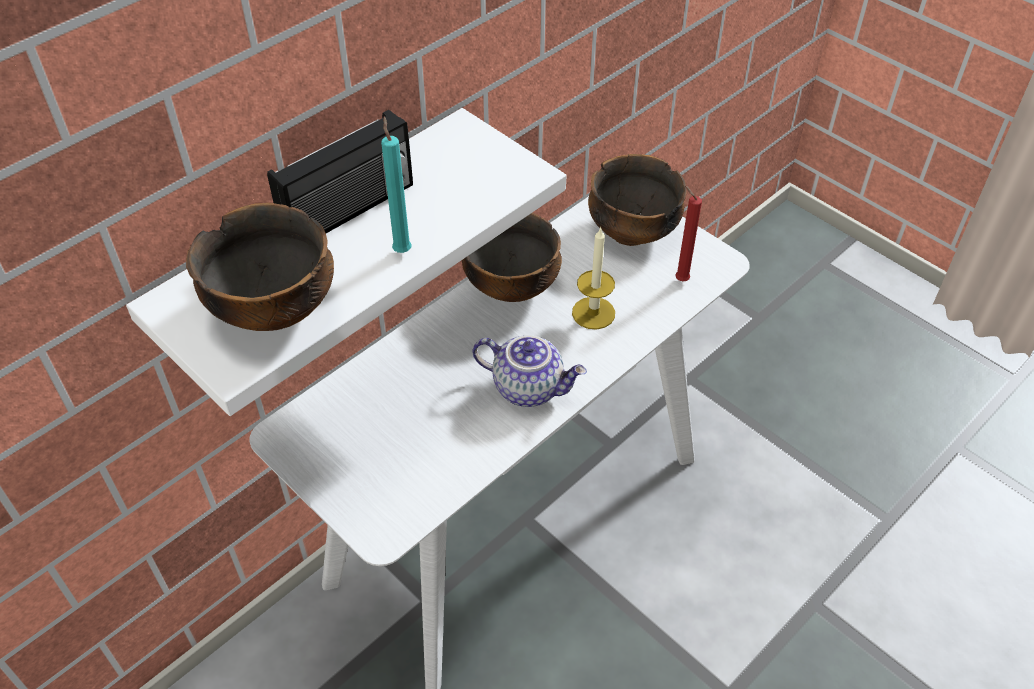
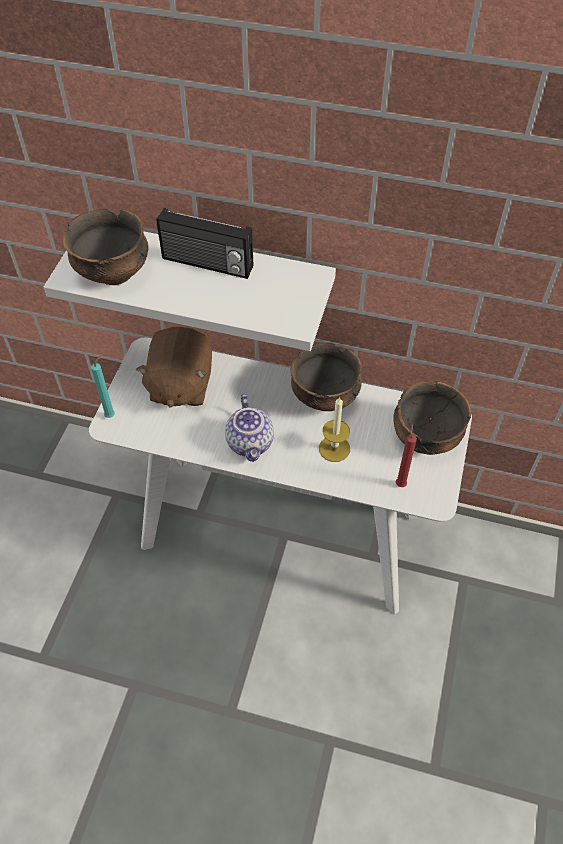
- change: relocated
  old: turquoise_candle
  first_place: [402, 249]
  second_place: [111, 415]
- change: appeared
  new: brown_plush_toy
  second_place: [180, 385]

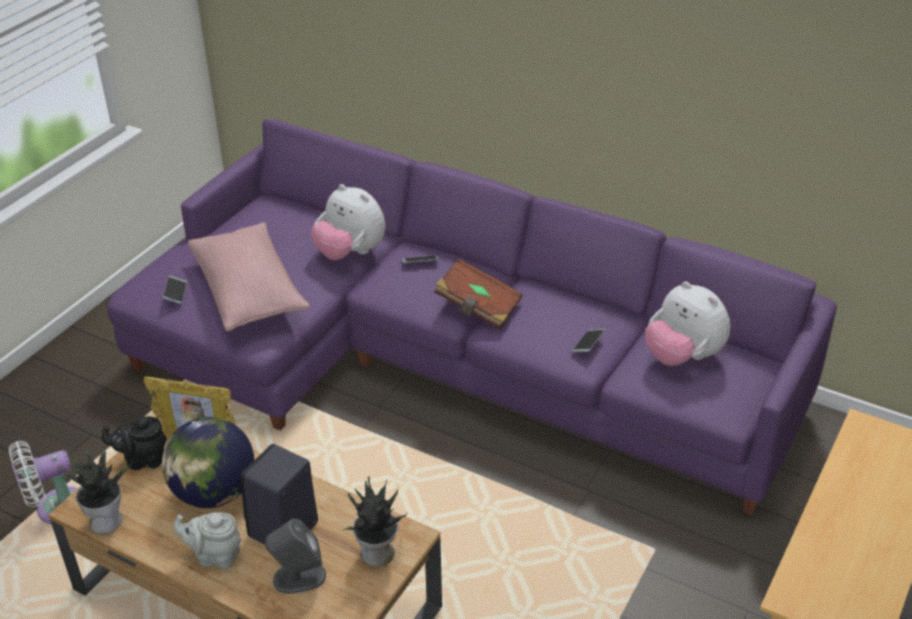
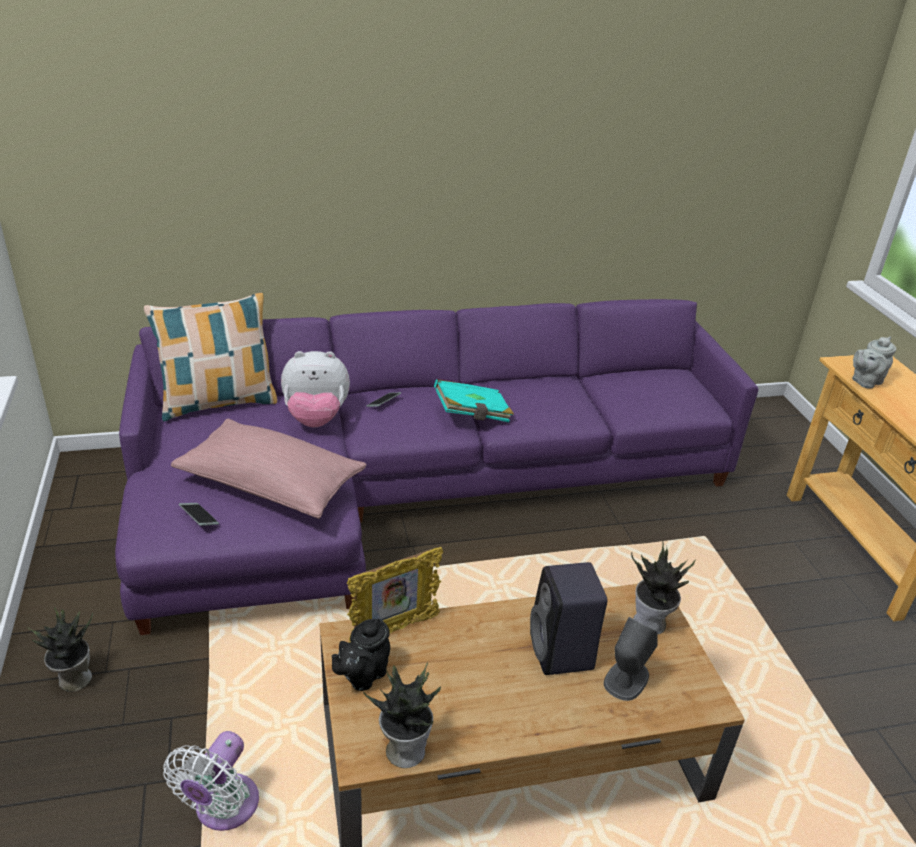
- change: colour
  old: brown_book
  new: turquoise_book
  first_place: [478, 307]
  second_place: [472, 414]
- change: missing
  old: plush_toy
  first_place: [683, 356]
- change: missing
  old: phone
  first_place: [588, 344]
- change: missing
  old: globe
  first_place: [213, 493]
- change: relocated
  old: grey_teapot
  first_place: [215, 556]
  second_place: [865, 381]
- change: appeared
  new: pillow
  second_place: [218, 403]
- change: appeared
  new: potted_plant
  second_place: [73, 679]

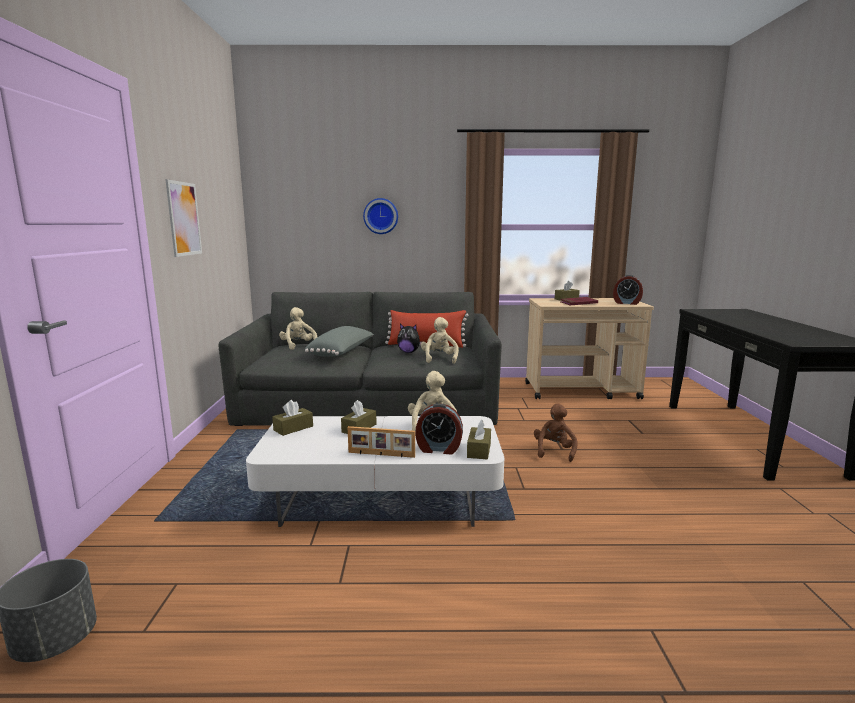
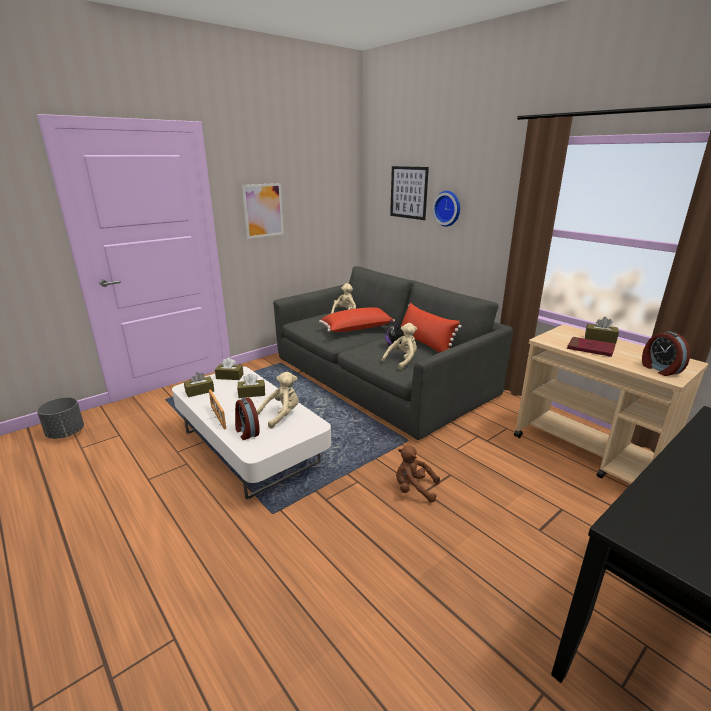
- change: colour
  old: grey_pillow
  new: red_pillow
  first_place: [342, 352]
  second_place: [357, 329]
- change: spun
  old: brown_plush_toy
  first_place: [554, 451]
  second_place: [414, 489]
  degrees: -135
- change: relocated
  old: brown_tissue_box
  first_place: [479, 450]
  second_place: [200, 391]
- change: appeared
  new: picture
  second_place: [408, 192]

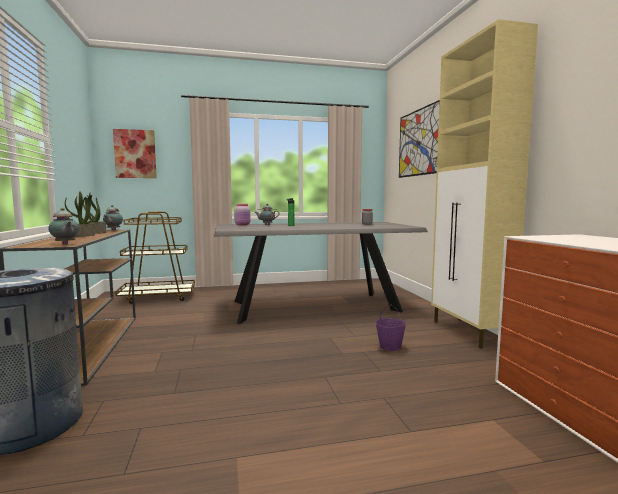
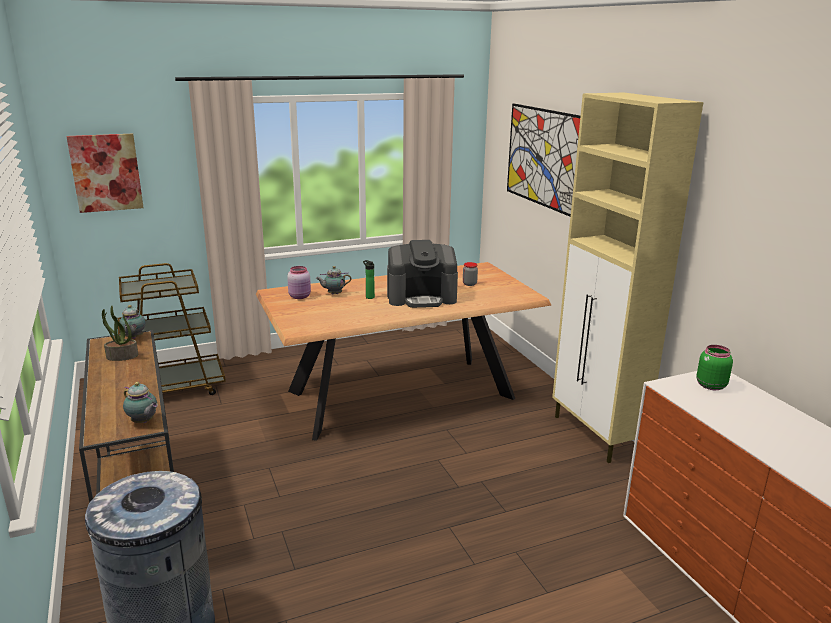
- change: missing
  old: potted_plant
  first_place: [83, 235]
- change: colour
  old: grey_dining_table
  new: brown_dining_table
  first_place: [314, 306]
  second_place: [401, 395]
- change: missing
  old: purple_bucket
  first_place: [390, 347]
- change: appeared
  new: coffee_machine
  second_place: [422, 297]
- change: appeared
  new: green_jar
  second_place: [710, 385]

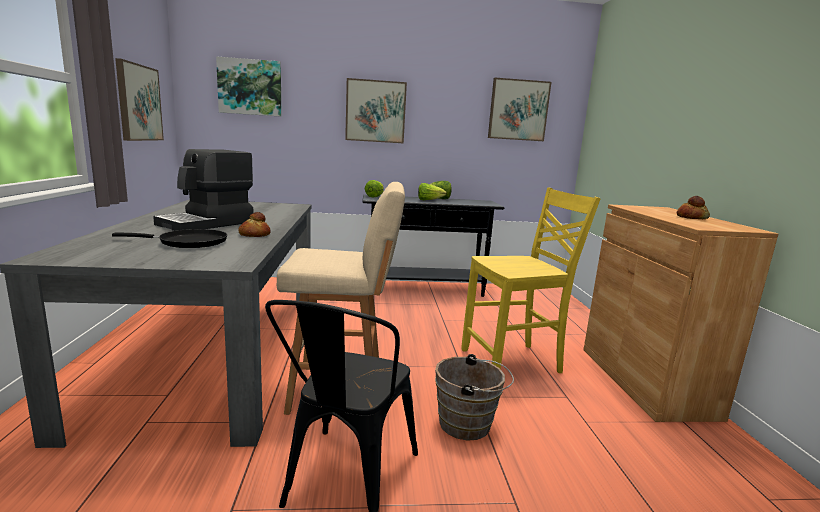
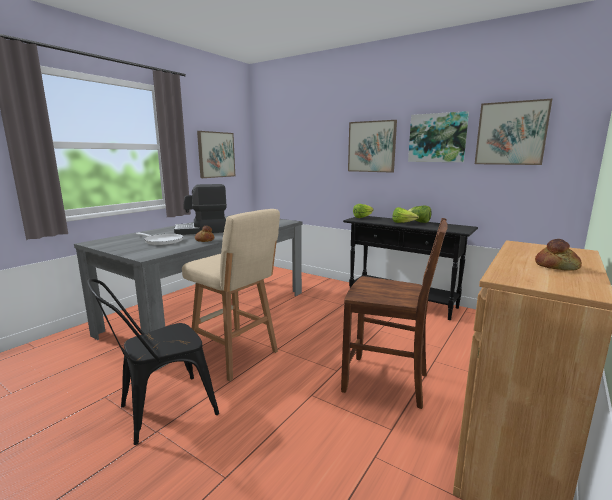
- change: relocated
  old: picture
  first_place: [250, 87]
  second_place: [437, 138]
- change: colour
  old: yellow_chair
  new: brown_chair
  first_place: [513, 362]
  second_place: [387, 382]
- change: colour
  old: black_frying_pan
  new: white_frying_pan
  first_place: [188, 242]
  second_place: [162, 241]
- change: missing
  old: brown_bucket
  first_place: [469, 425]

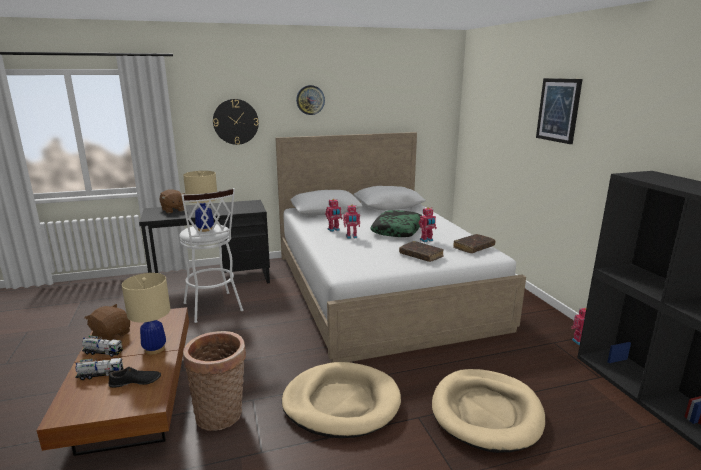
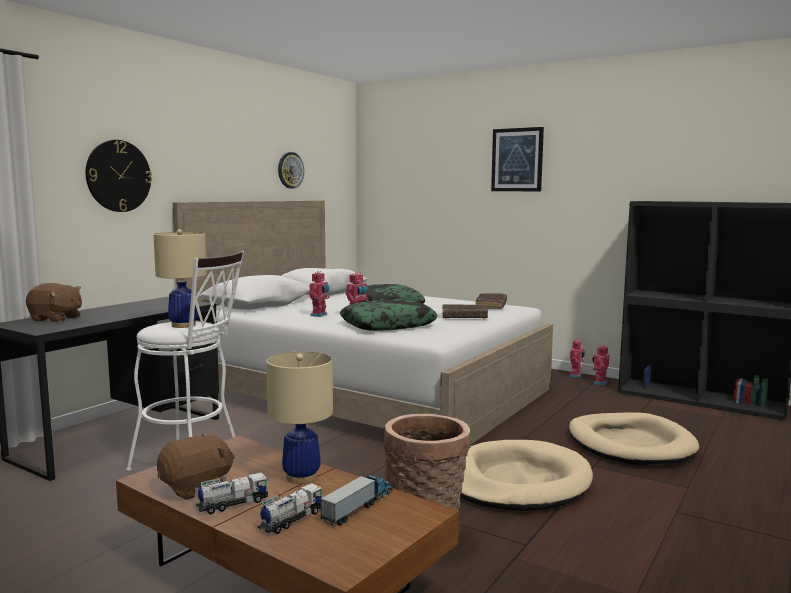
- change: relocated
  old: wall_clock
  first_place: [310, 100]
  second_place: [290, 170]
- change: relocated
  old: toy_robot
  first_place: [426, 240]
  second_place: [576, 376]
- change: spun
  old: brown_plush_toy
  first_place: [111, 335]
  second_place: [196, 487]
  degrees: 150
- change: exchanged
  old: black_shoe
  new: toy_truck
  first_place: [135, 382]
  second_place: [358, 507]
- change: appeared
  new: pillow
  second_place: [388, 325]

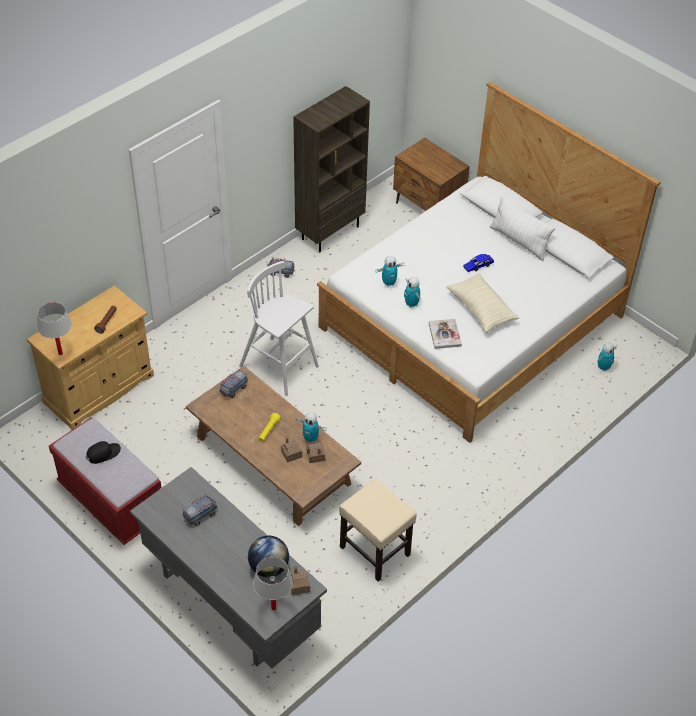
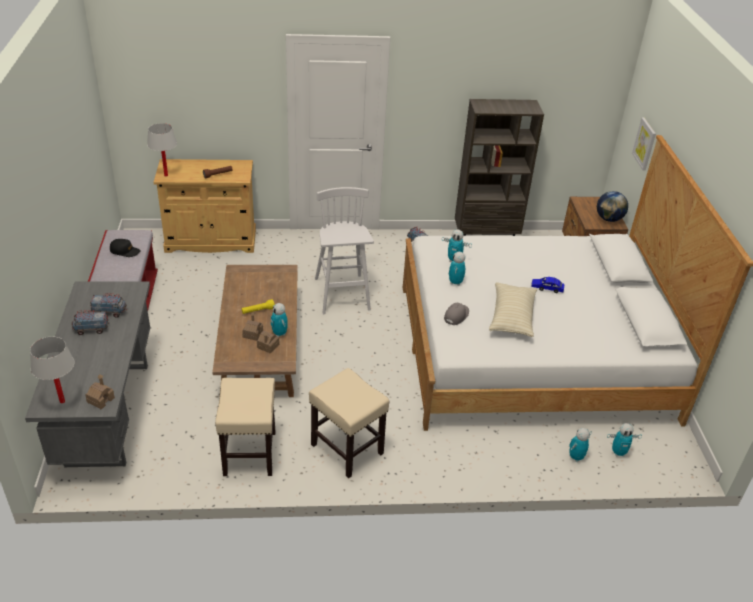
- change: missing
  old: white_pillow
  first_place: [519, 241]
- change: exchanged
  old: book
  new: grey_cap
  first_place: [444, 334]
  second_place: [456, 316]
- change: relocated
  old: toy_truck
  first_place: [233, 389]
  second_place: [91, 329]
- change: relocated
  old: globe
  first_place: [269, 567]
  second_place: [609, 219]
- change: appeared
  new: picture
  second_place: [644, 143]
- change: appeared
  new: beige_stool
  second_place: [346, 449]
- change: appeared
  new: toy_robot
  second_place: [575, 457]

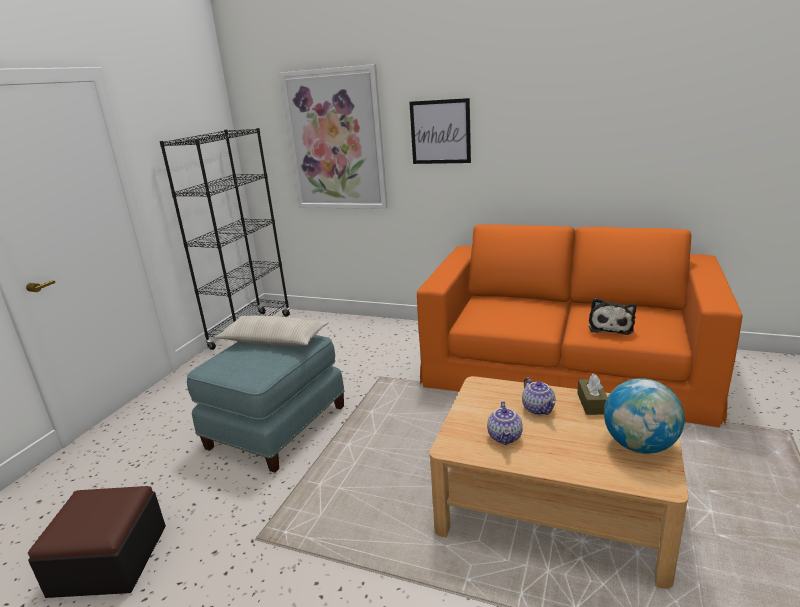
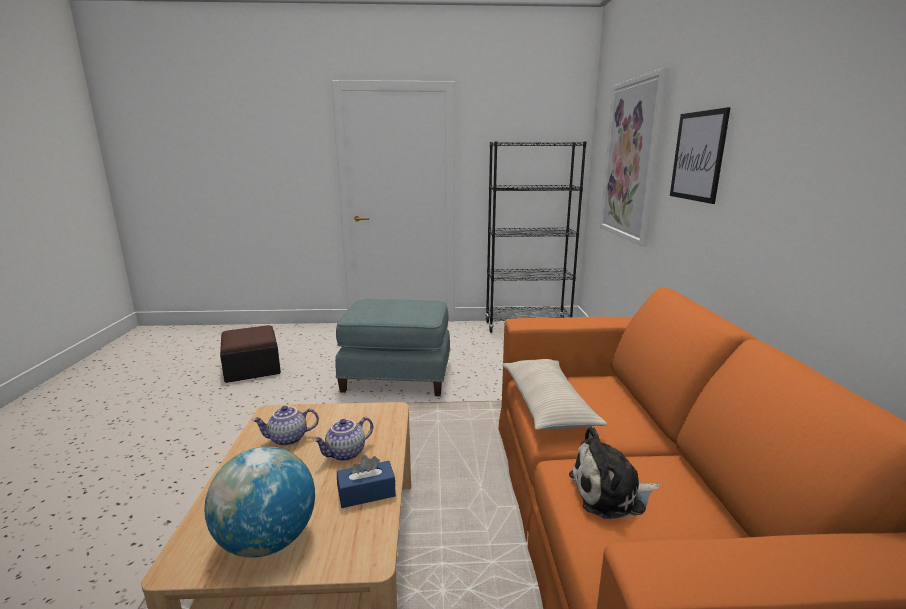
- change: relocated
  old: beige_pillow
  first_place: [273, 340]
  second_place: [547, 404]
- change: colour
  old: brown_tissue_box
  new: blue_tissue_box
  first_place: [592, 403]
  second_place: [366, 493]

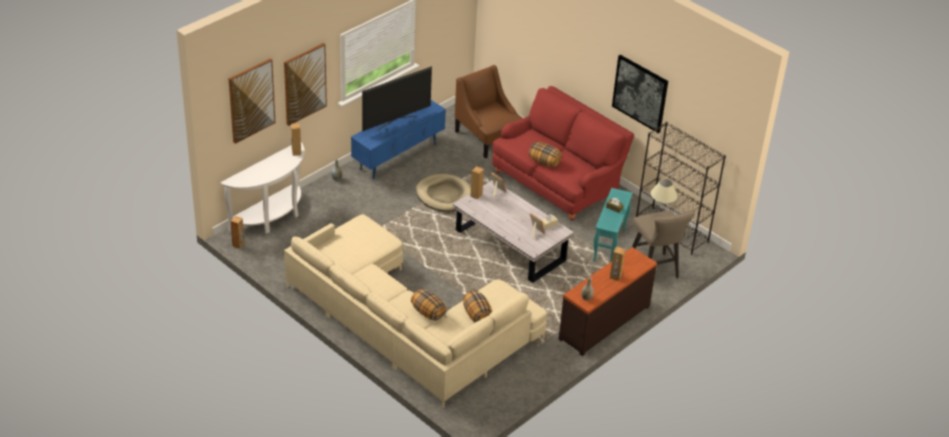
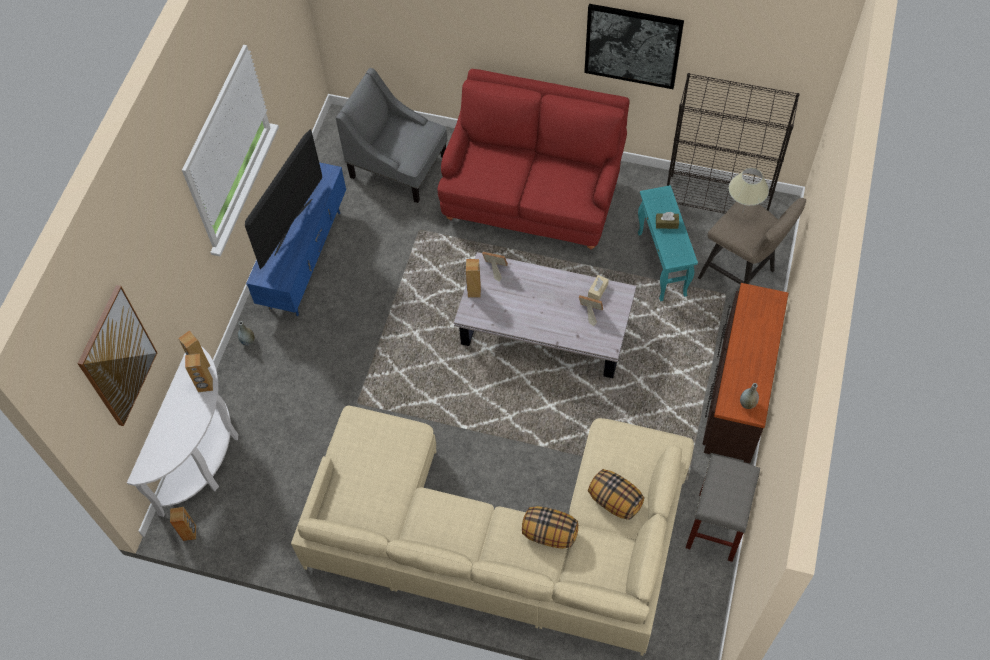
- change: missing
  old: picture
  first_place: [304, 84]
- change: colour
  old: brown_armchair
  new: grey_armchair
  first_place: [488, 137]
  second_place: [398, 166]
- change: missing
  old: pillow
  first_place: [544, 162]
- change: missing
  old: beige_dog_bed
  first_place: [444, 195]
- change: relocated
  old: brown_speaker
  first_place: [615, 277]
  second_place: [205, 385]
- change: appeared
  new: grey_stool
  second_place: [716, 527]

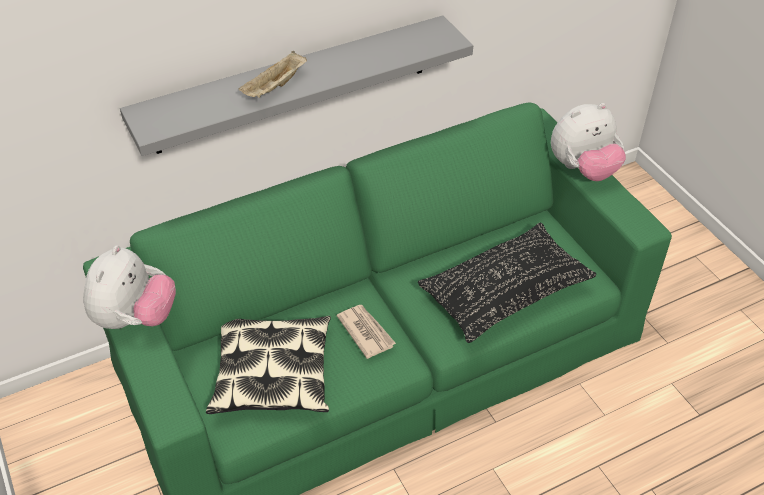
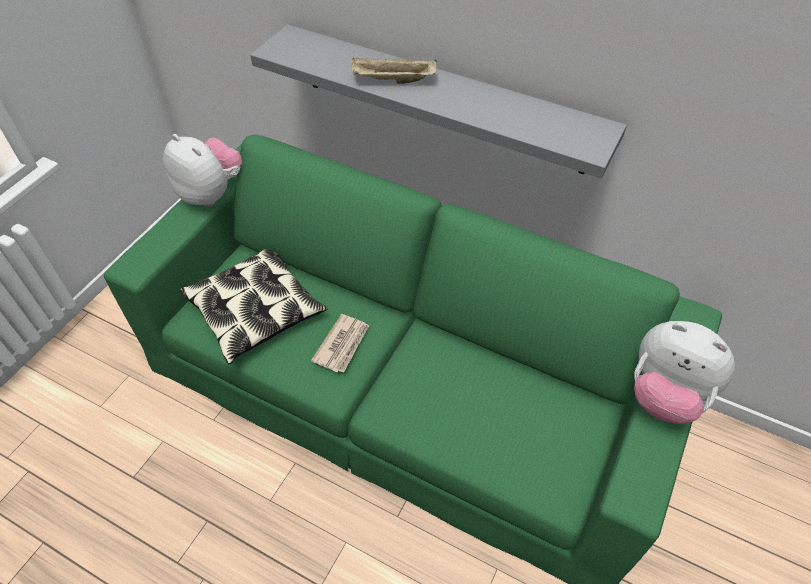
- change: missing
  old: black_pillow
  first_place: [505, 293]
- change: spun
  old: plush_toy
  first_place: [135, 318]
  second_place: [211, 193]
  degrees: -120

